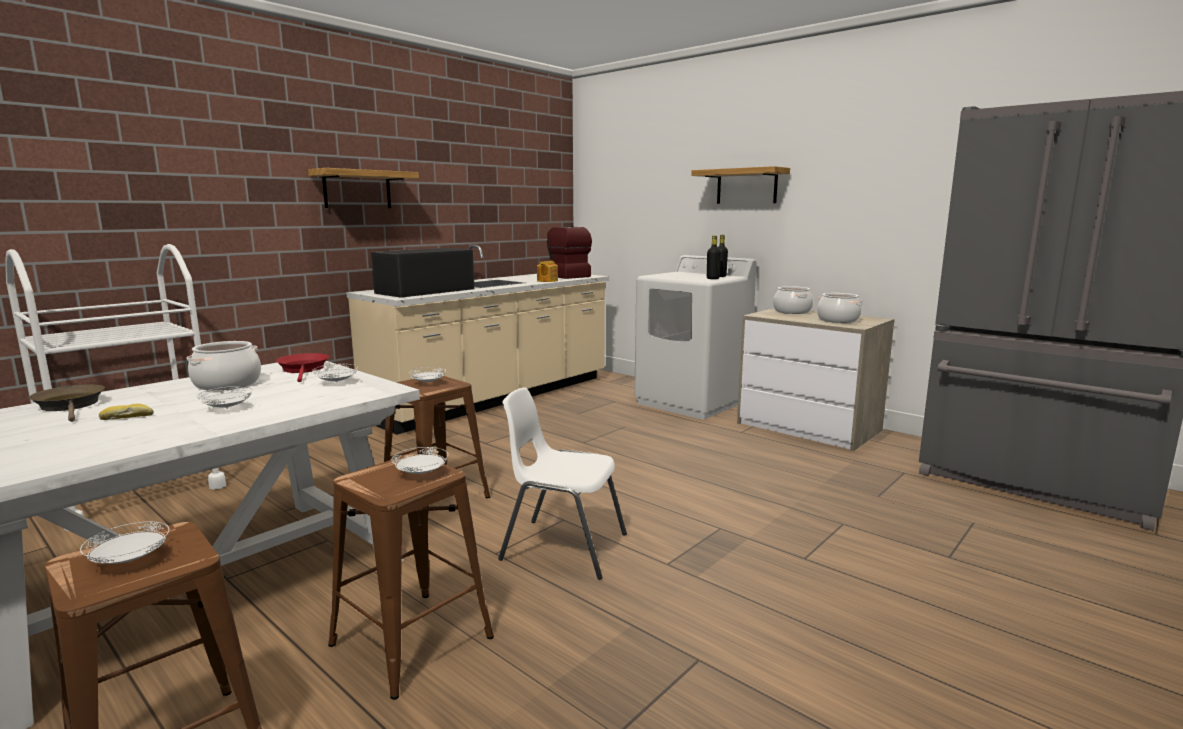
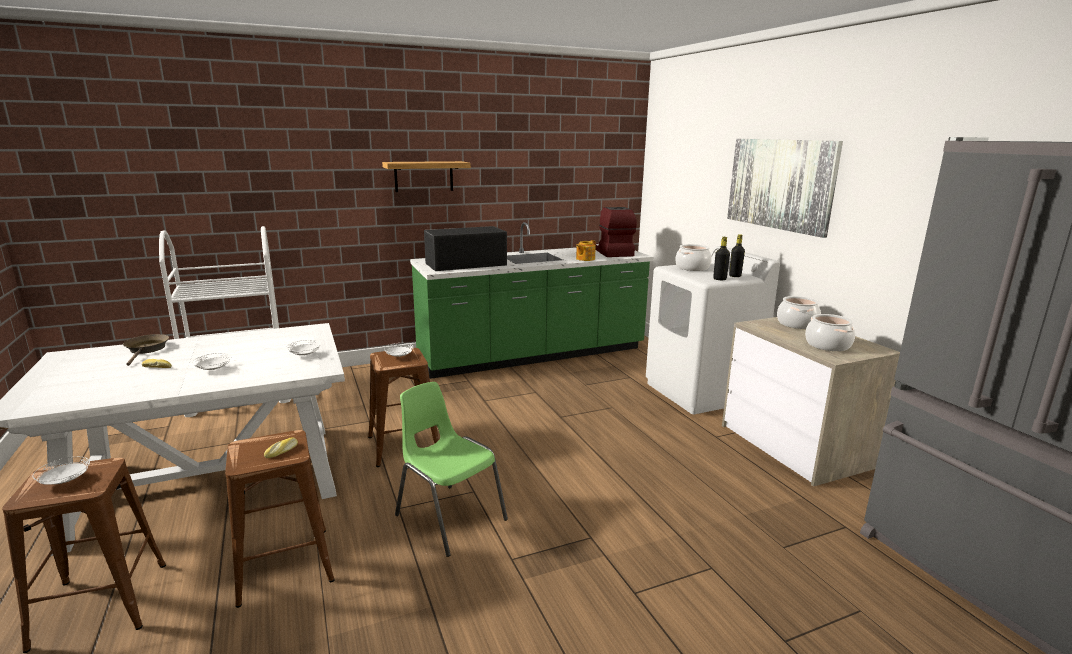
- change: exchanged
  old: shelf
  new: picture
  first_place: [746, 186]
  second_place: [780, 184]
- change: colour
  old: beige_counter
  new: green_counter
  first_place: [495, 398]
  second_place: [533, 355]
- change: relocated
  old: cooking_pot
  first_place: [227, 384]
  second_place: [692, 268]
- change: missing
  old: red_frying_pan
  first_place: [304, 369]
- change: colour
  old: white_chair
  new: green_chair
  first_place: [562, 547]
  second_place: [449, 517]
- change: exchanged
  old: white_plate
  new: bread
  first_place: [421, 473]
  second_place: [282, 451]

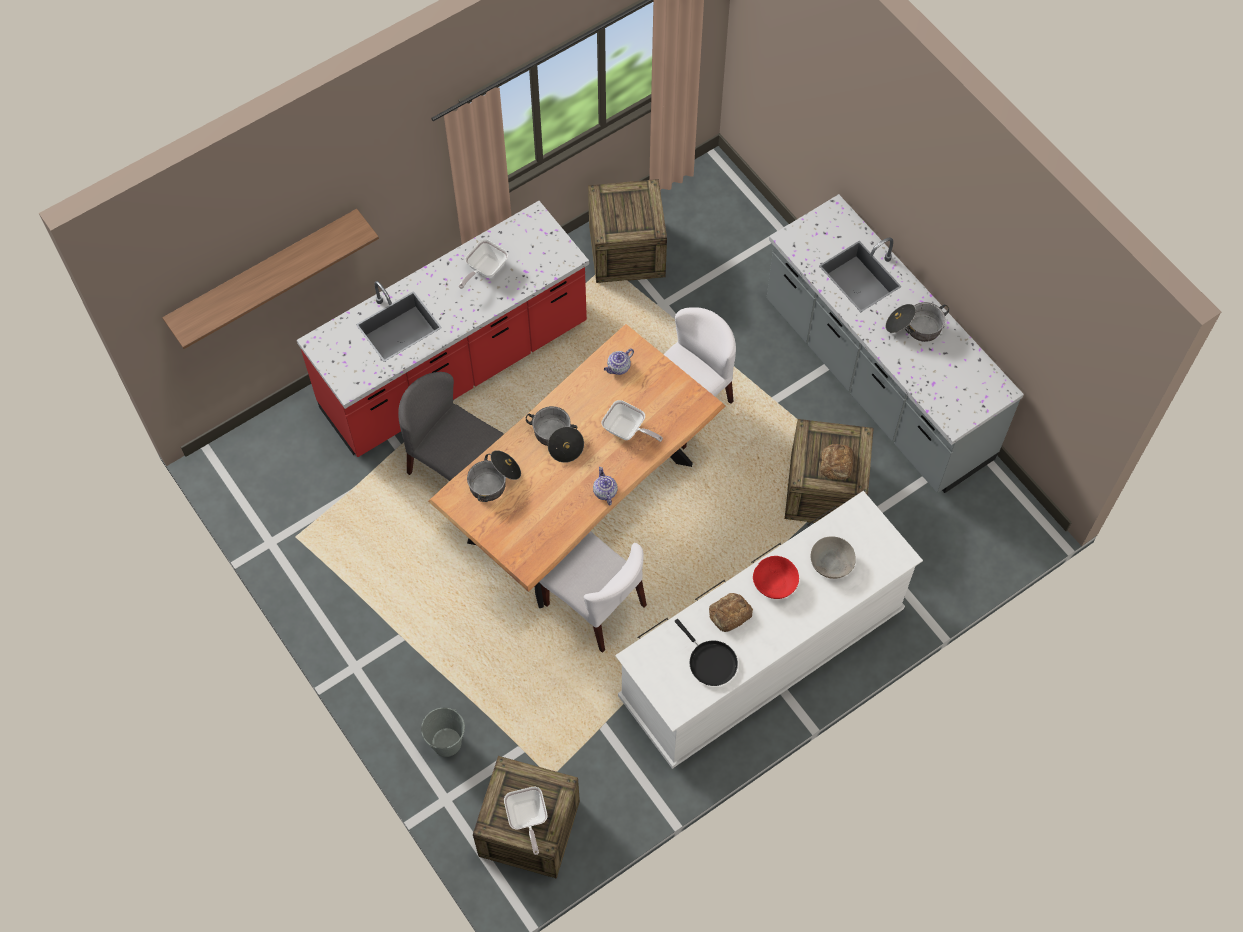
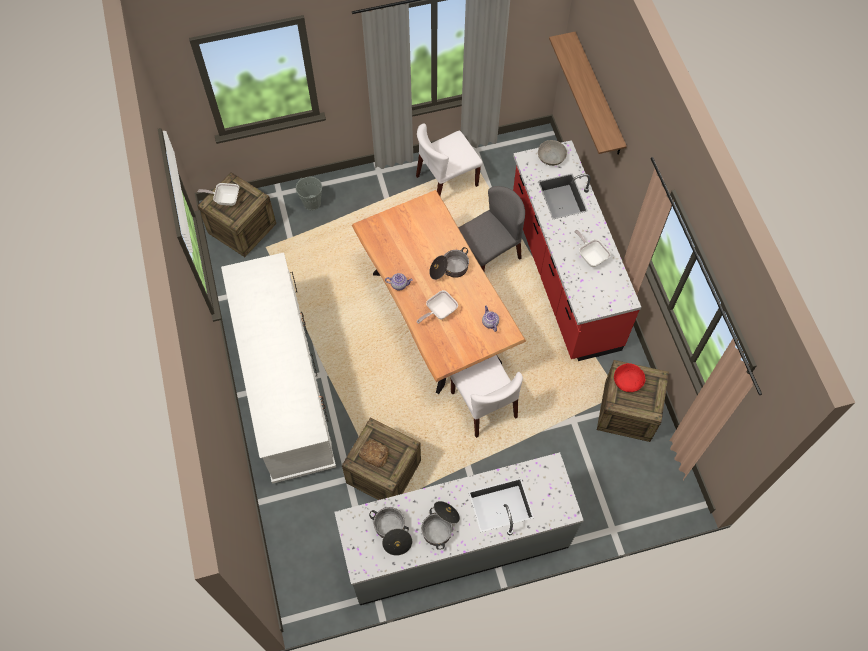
- change: relocated
  old: cooking_pot
  first_place: [494, 481]
  second_place: [392, 533]
- change: relocated
  old: white_chair
  first_place: [596, 605]
  second_place: [446, 181]
- change: relocated
  old: grey_bowl
  first_place: [831, 562]
  second_place: [551, 158]
- change: relocated
  old: red_bowl
  first_place: [775, 583]
  second_place: [627, 381]
- change: missing
  old: bread
  first_place: [729, 614]
- change: missing
  old: black_frying_pan
  first_place: [710, 661]

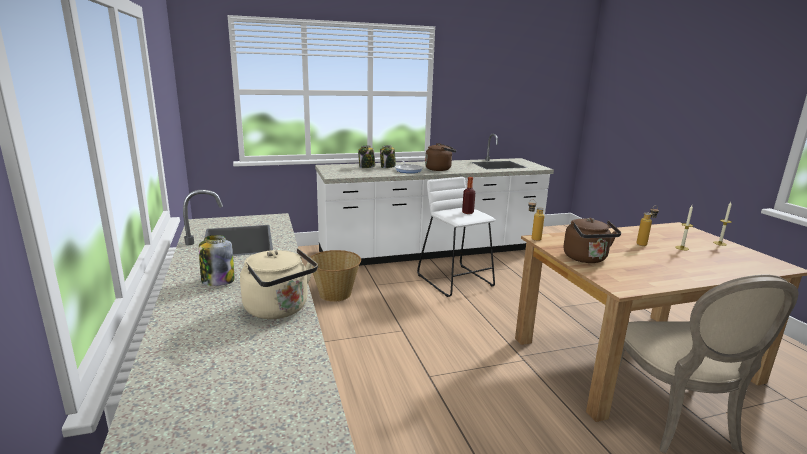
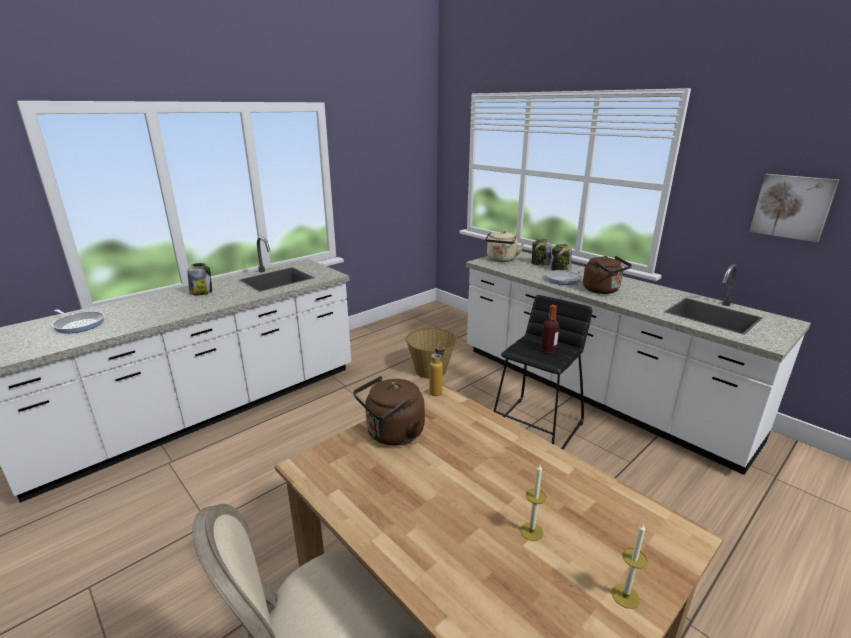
- change: colour
  old: white_stool
  new: black_stool
  first_place: [455, 280]
  second_place: [536, 427]
- change: missing
  old: bottle
  first_place: [644, 244]
- change: relocated
  old: beige_kettle
  first_place: [279, 310]
  second_place: [501, 260]
- change: appeared
  new: picture
  second_place: [792, 207]
- change: appeared
  new: frying_pan
  second_place: [79, 324]

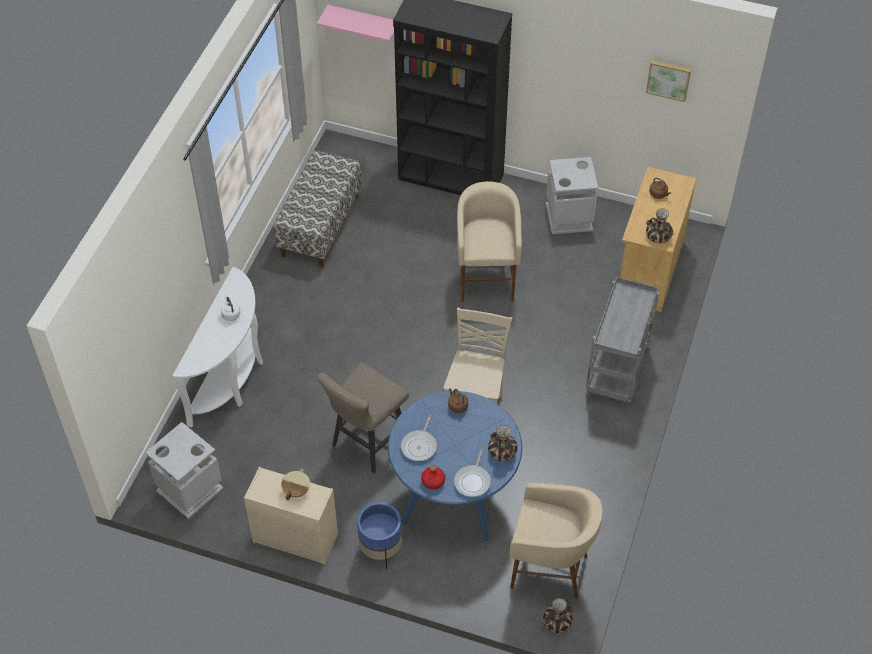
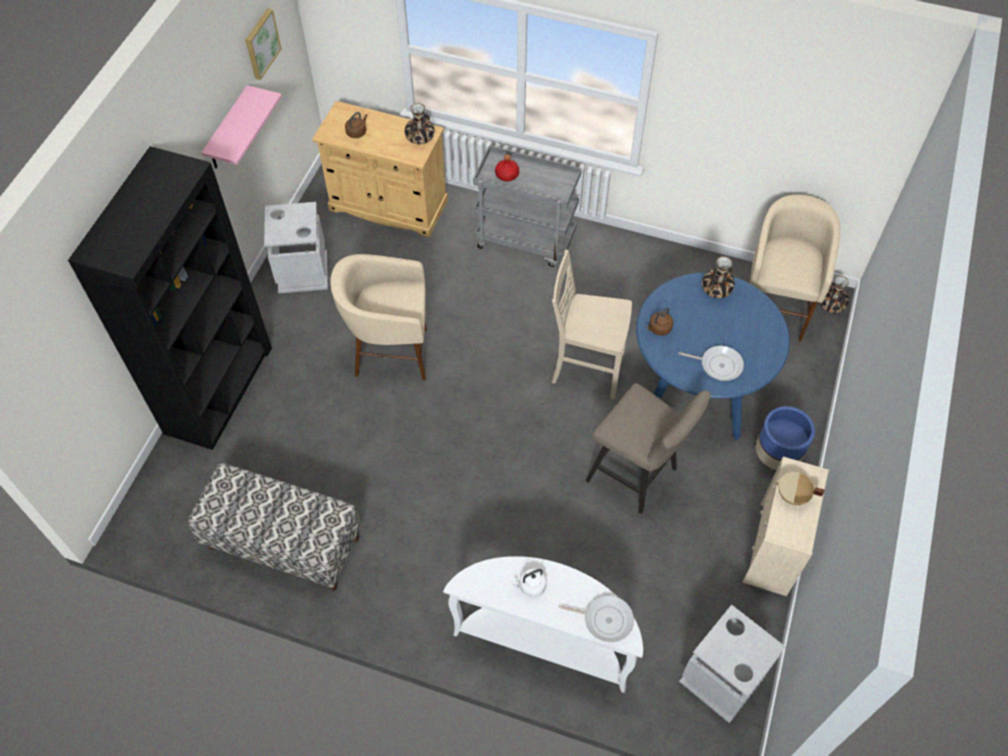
- change: relocated
  old: pink_shelf
  first_place: [363, 22]
  second_place: [228, 130]
- change: relocated
  old: frying_pan
  first_place: [473, 481]
  second_place: [605, 619]
- change: relocated
  old: red_bottle
  first_place: [433, 481]
  second_place: [507, 175]

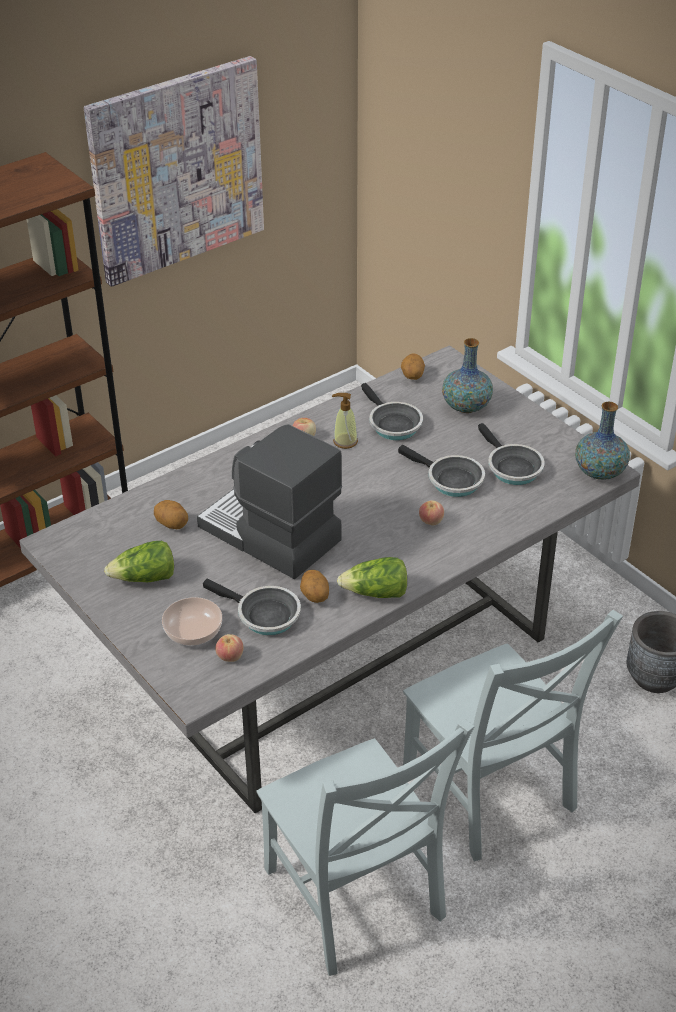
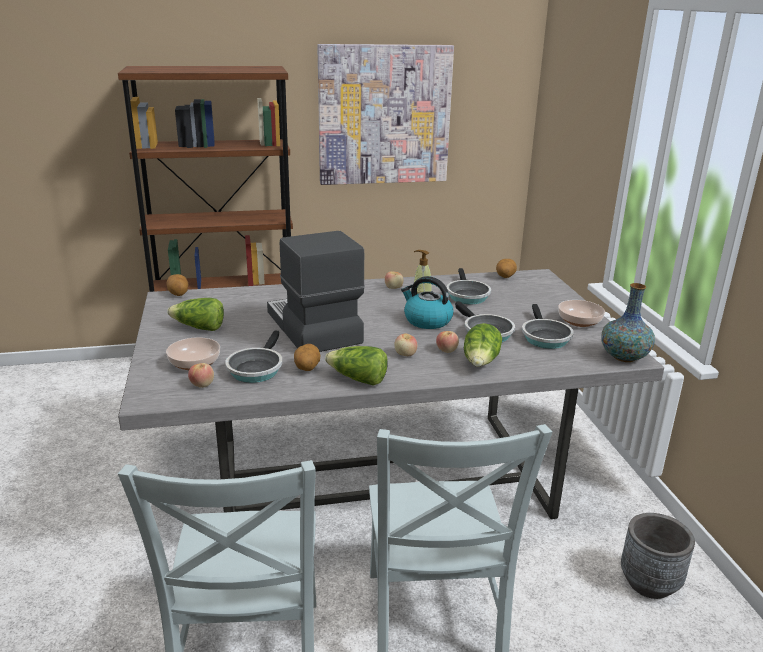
- change: missing
  old: vase
  first_place: [466, 407]
- change: relocated
  old: potato
  first_place: [172, 524]
  second_place: [178, 294]
- change: spun
  old: frying_pan
  first_place: [263, 615]
  second_place: [256, 368]
  degrees: 45
- change: appeared
  new: kettle
  second_place: [427, 320]
- change: appeared
  new: bowl
  second_place: [579, 321]
- change: appeared
  new: lettuce
  second_place: [481, 362]
- change: appeared
  new: apple
  second_place: [405, 354]

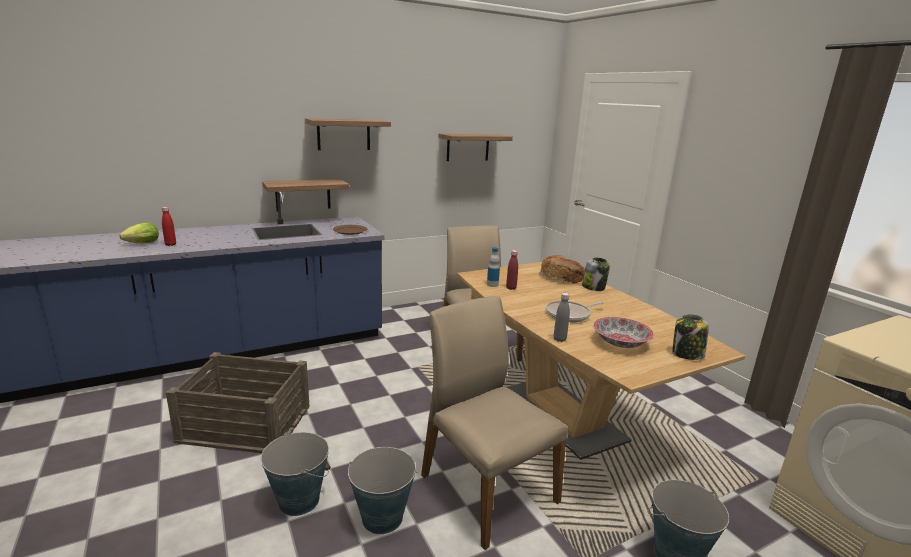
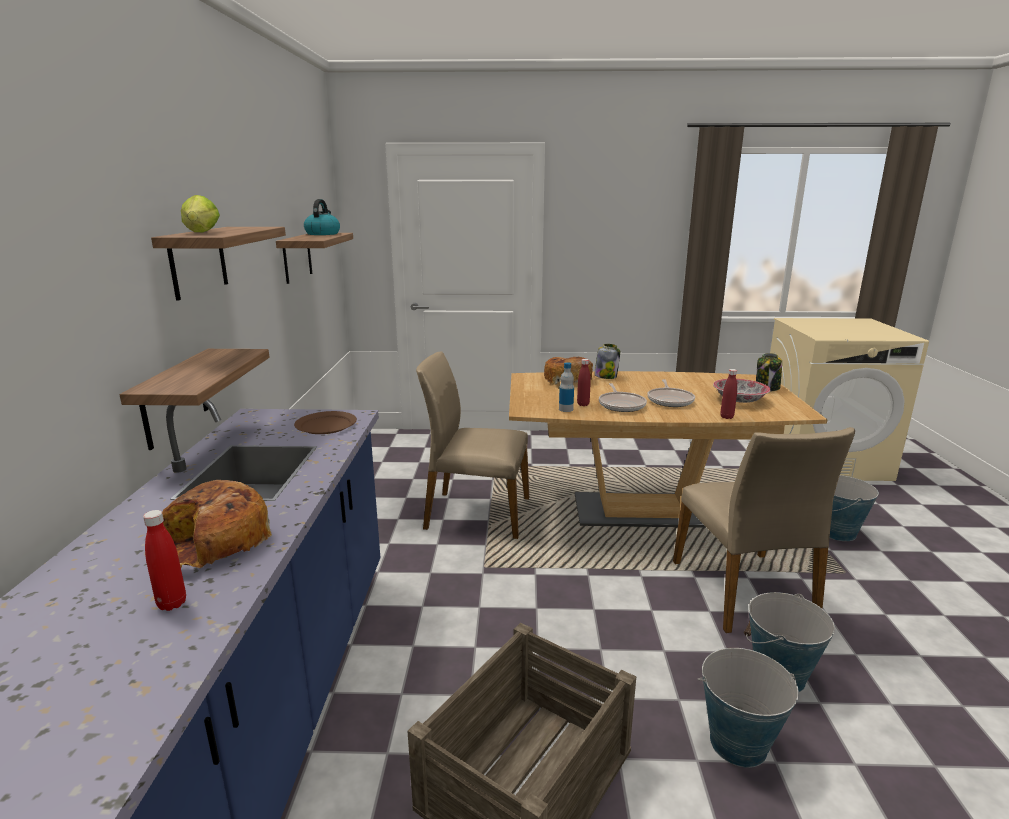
- change: relocated
  old: lettuce
  first_place: [140, 244]
  second_place: [201, 233]
- change: colour
  old: grey_bottle
  new: red_bottle
  first_place: [559, 339]
  second_place: [726, 417]
- change: spun
  old: beige_chair
  first_place: [486, 488]
  second_place: [744, 592]
  degrees: -90
- change: appeared
  new: kettle
  second_place: [322, 234]
- change: appeared
  new: frying_pan
  second_place: [621, 405]
- change: appeared
  new: bread
  second_place: [214, 542]

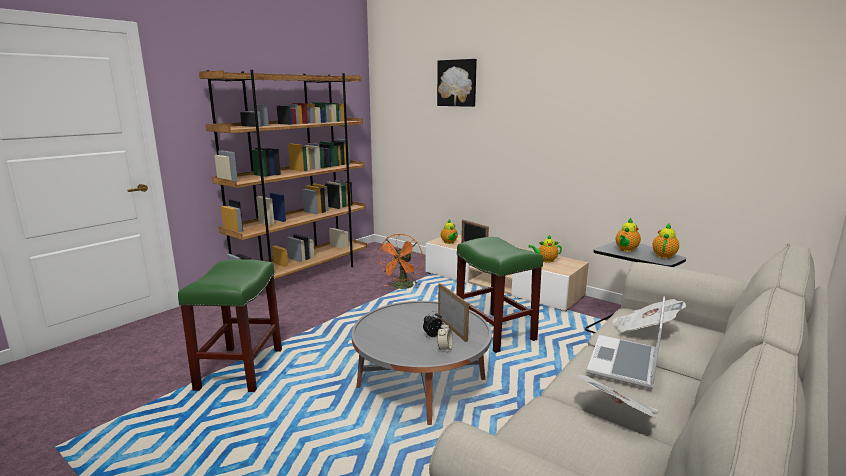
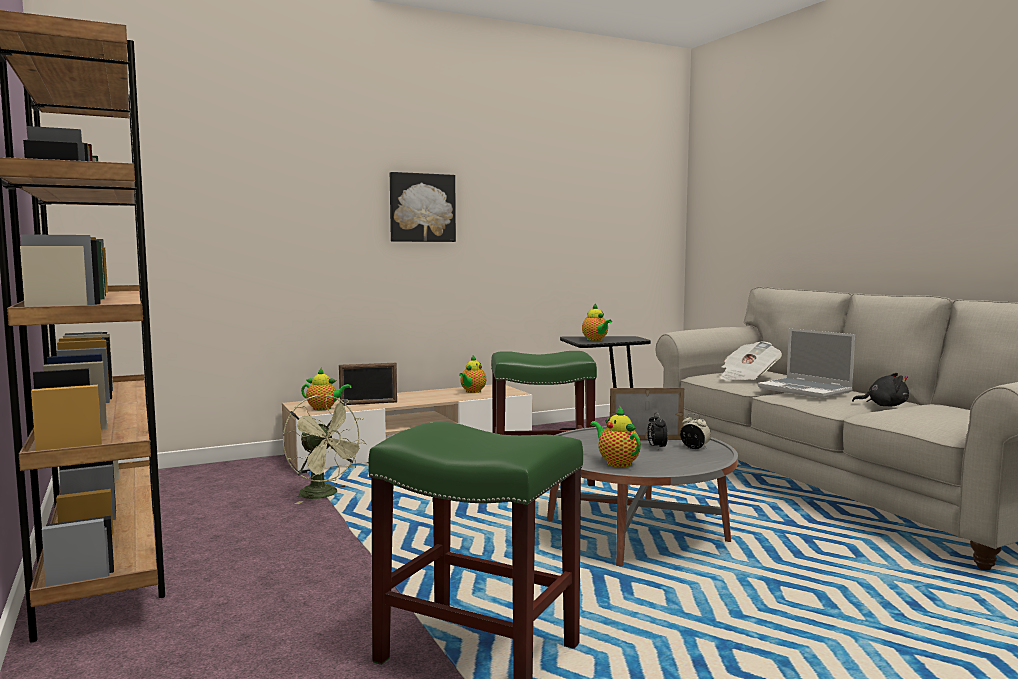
- change: relocated
  old: picture
  first_place: [457, 83]
  second_place: [422, 208]
- change: relocated
  old: teapot
  first_place: [664, 255]
  second_place: [616, 463]
- change: colour
  old: orange_fan
  new: green_fan
  first_place: [402, 287]
  second_place: [325, 495]
- change: exchanged
  old: newspaper
  new: black_plush_toy
  first_place: [618, 415]
  second_place: [884, 405]

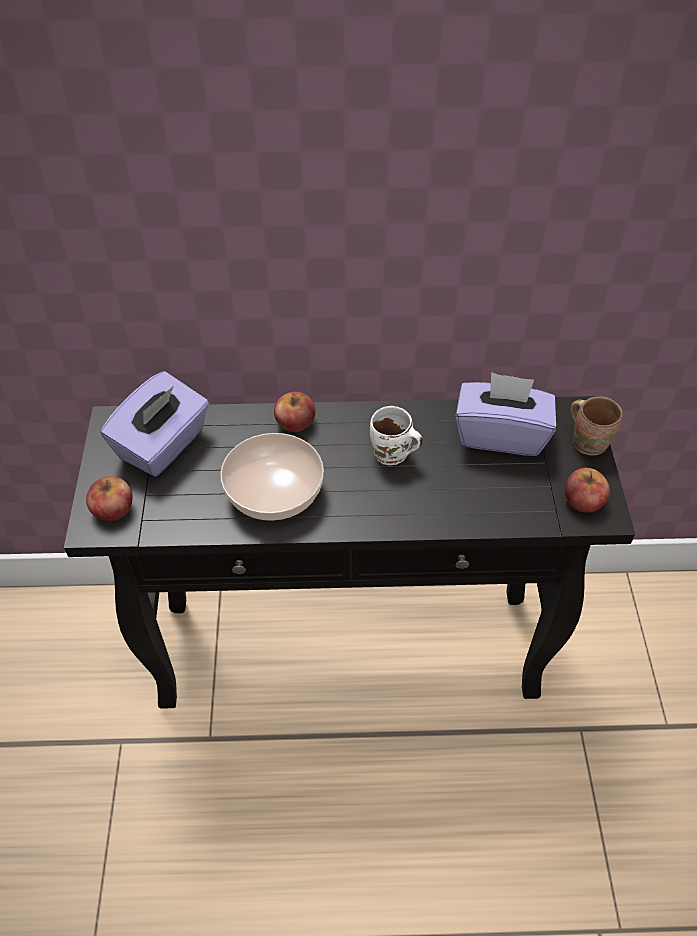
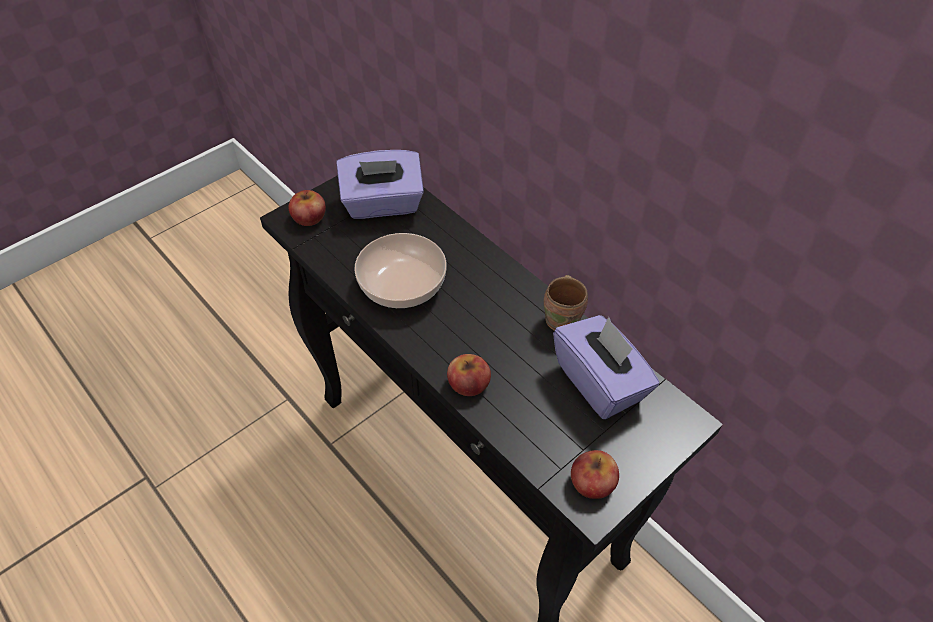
- change: relocated
  old: apple
  first_place: [295, 421]
  second_place: [468, 383]
- change: relocated
  old: brown_mug
  first_place: [589, 441]
  second_place: [564, 319]
- change: missing
  old: white_mug
  first_place: [392, 456]

